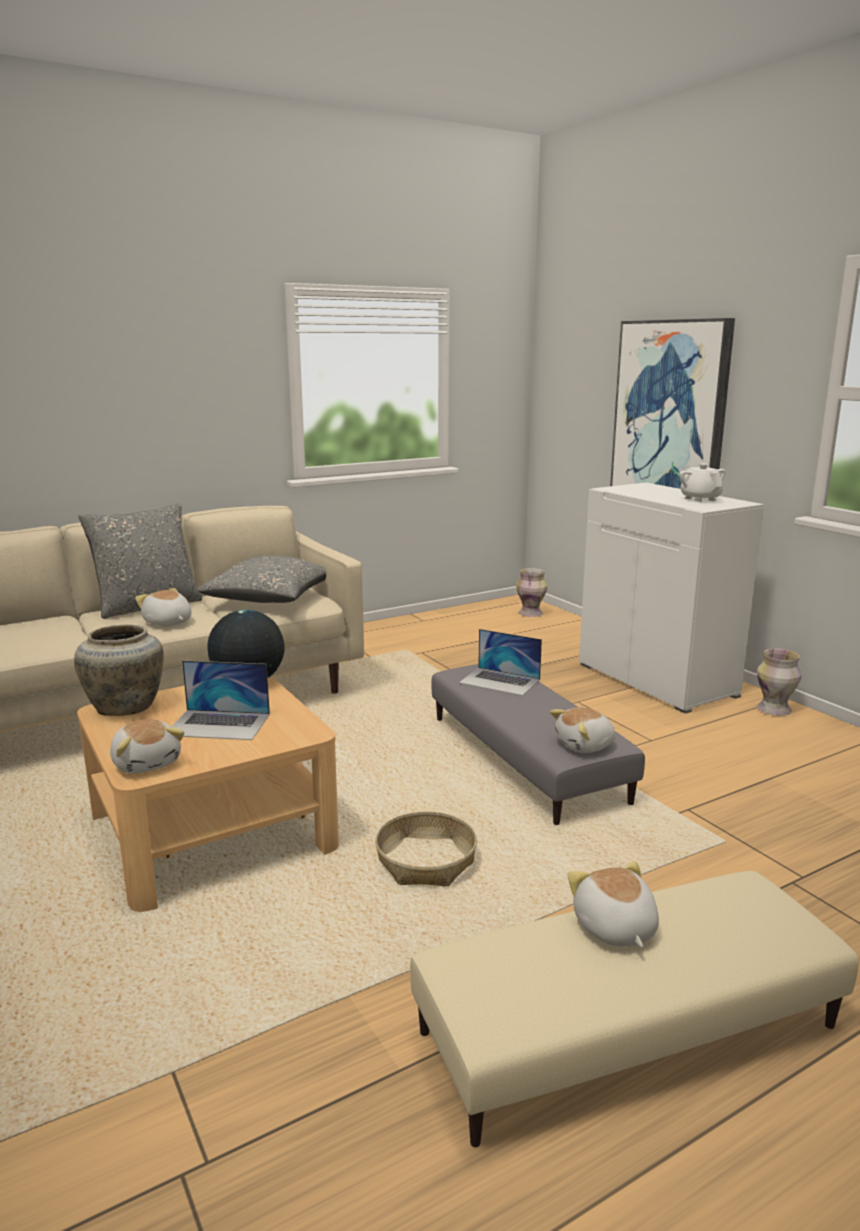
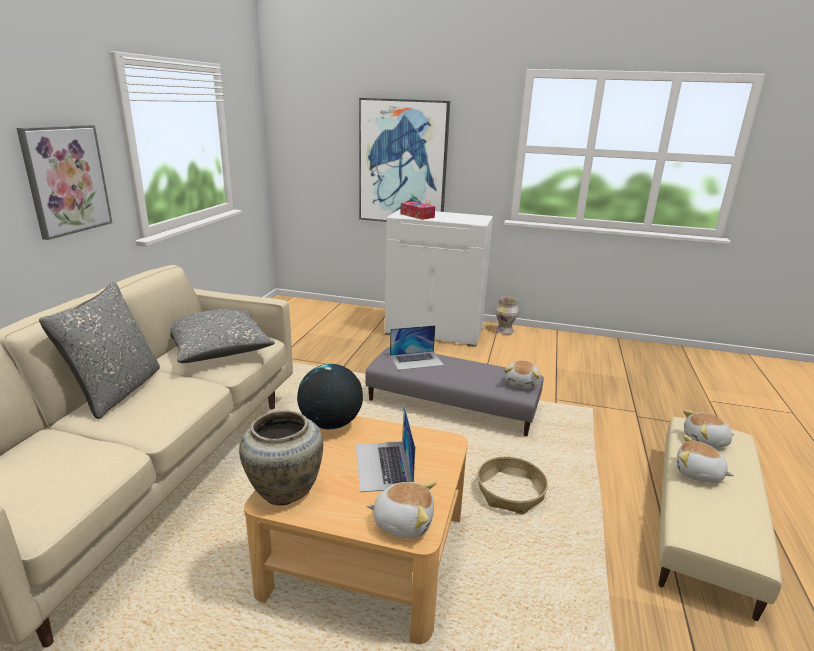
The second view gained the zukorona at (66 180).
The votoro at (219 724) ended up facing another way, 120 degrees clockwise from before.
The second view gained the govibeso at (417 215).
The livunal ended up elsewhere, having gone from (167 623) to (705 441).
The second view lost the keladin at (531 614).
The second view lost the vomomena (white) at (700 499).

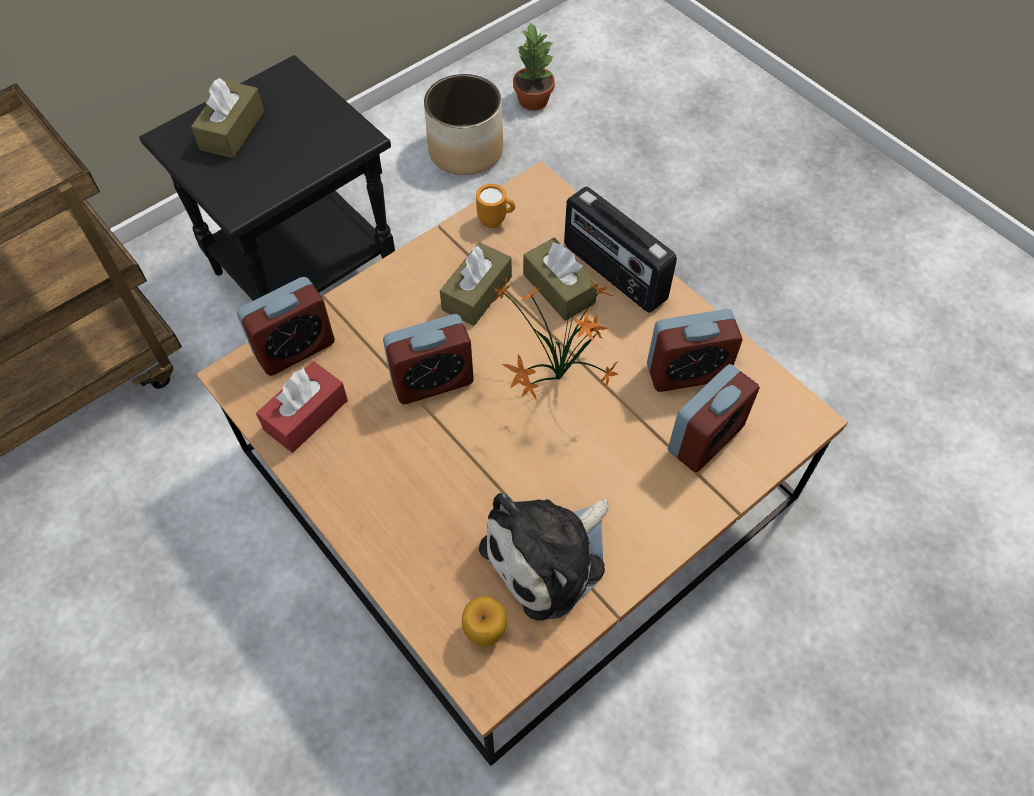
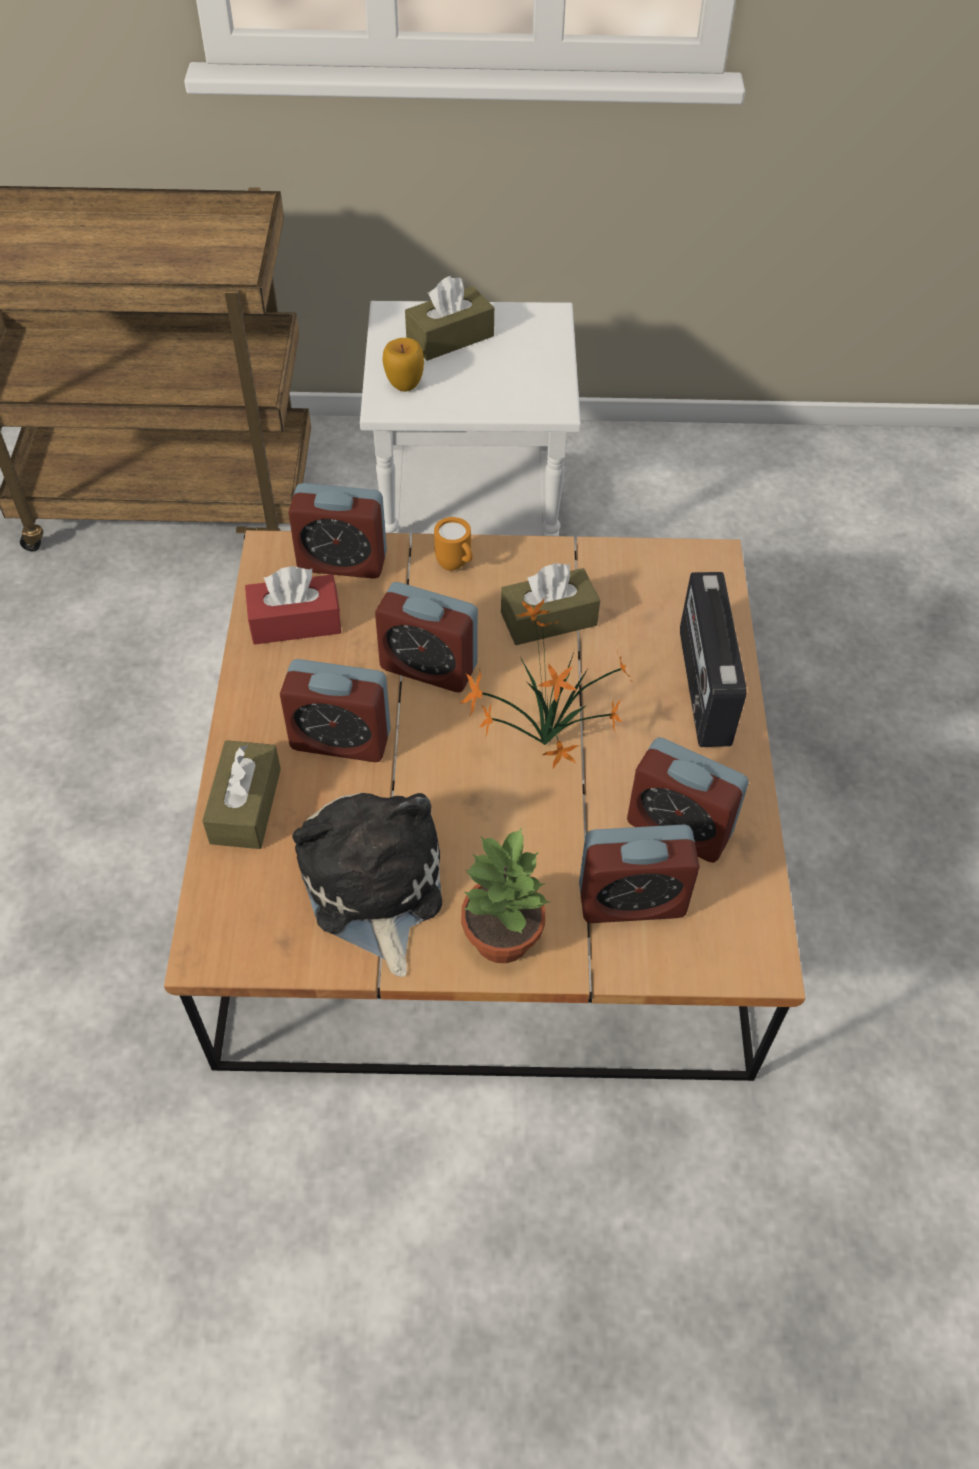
The govibeso (brown) ended up elsewhere, having gone from (559 288) to (245 806).
The second view gained the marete at (340 740).
The livunal at (549 556) ended up facing another way, 75 degrees clockwise from before.
What was the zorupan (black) at (304 271) turned into the zorupan (white) at (473 532).
The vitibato ended up elsewhere, having gone from (485 631) to (404 384).
The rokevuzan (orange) ended up elsewhere, having gone from (496 221) to (456 566).
The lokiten ended up elsewhere, having gone from (532 100) to (502 935).
The second view lost the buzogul at (464 151).

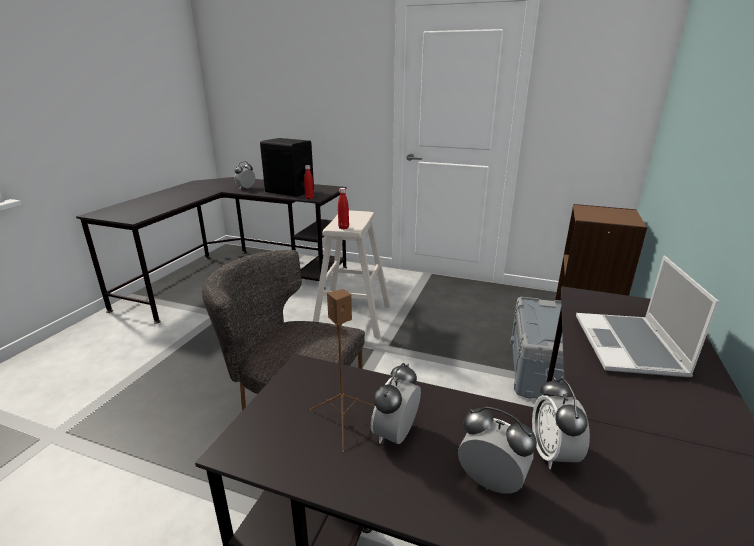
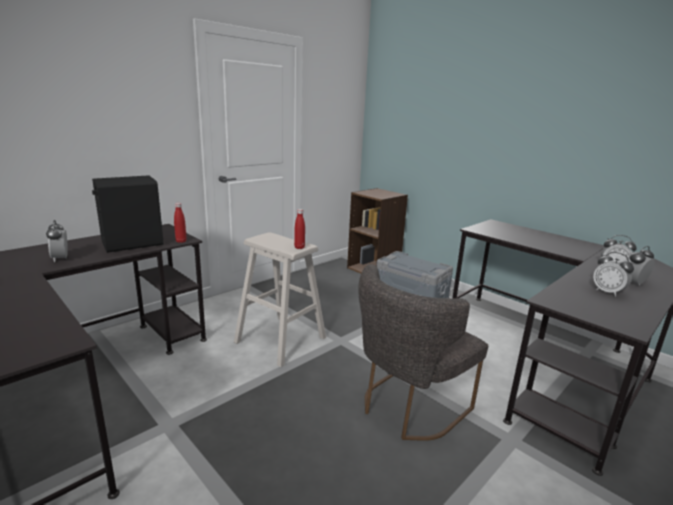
The second view lost the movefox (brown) at (343 422).
The second view lost the votoro at (630 347).

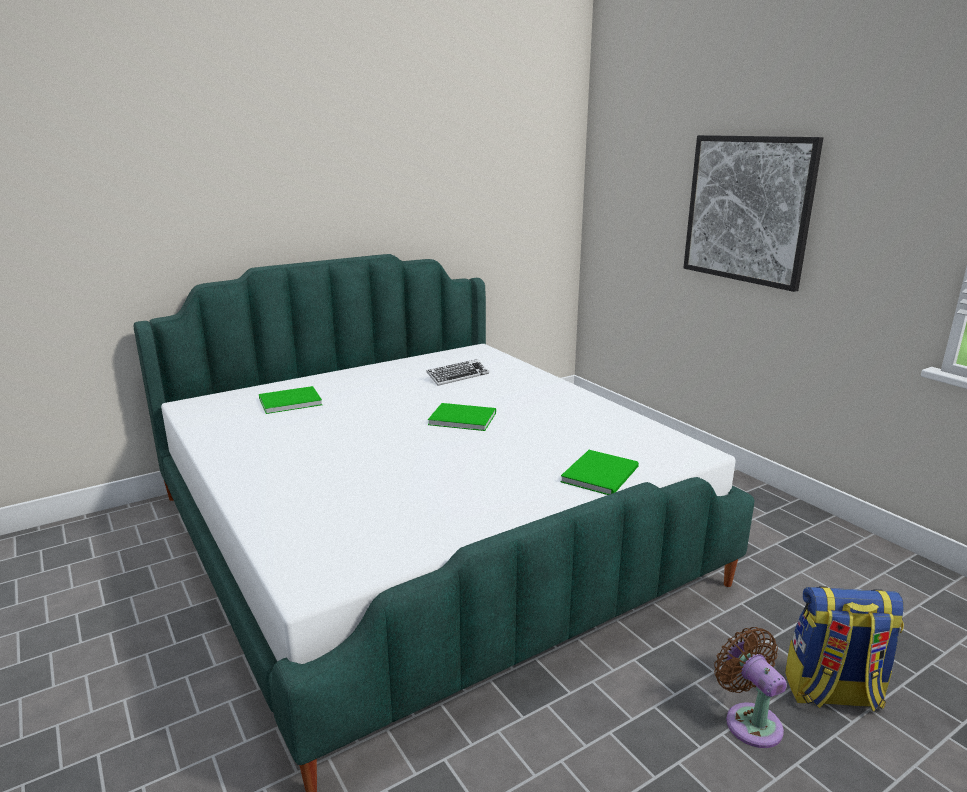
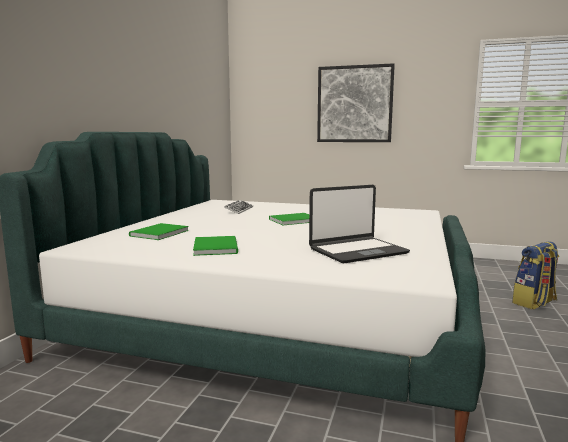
The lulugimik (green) ended up elsewhere, having gone from (602 474) to (217 247).
The second view gained the votoro at (357 251).
The second view lost the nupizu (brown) at (749 720).

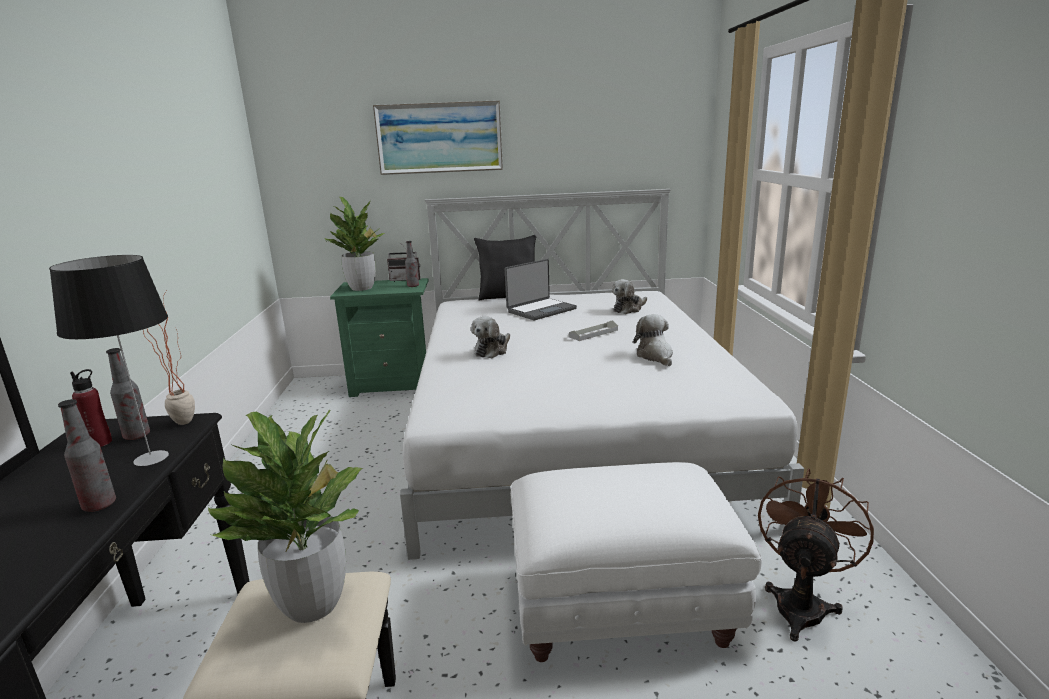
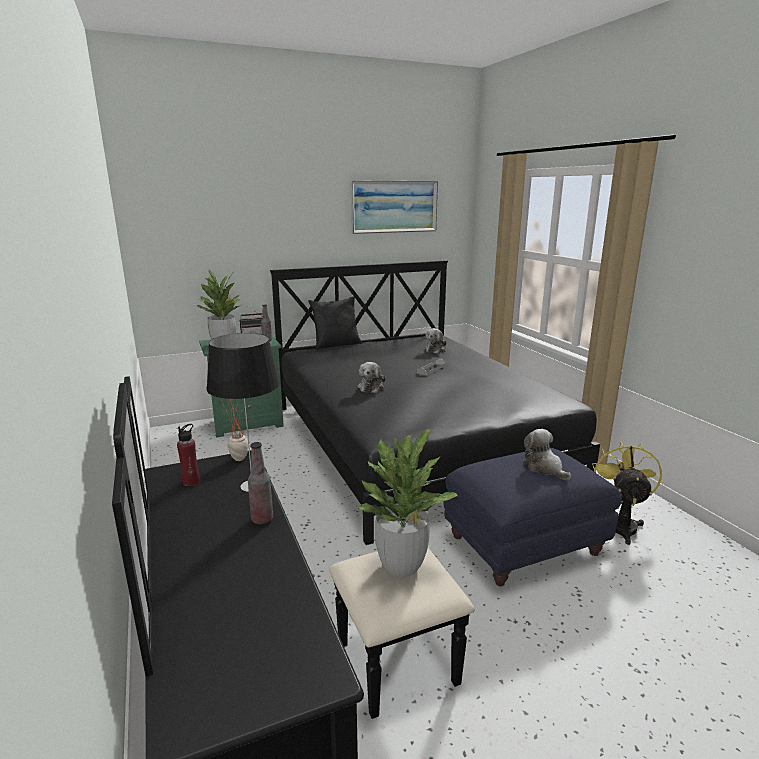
What was the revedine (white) at (570 430) turned into the revedine (black) at (413 442).
The zukorona ended up elsewhere, having gone from (439 138) to (394 206).
What was the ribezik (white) at (623 605) turned into the ribezik (blue) at (525 545).
The livunal ended up elsewhere, having gone from (655 356) to (544 468).
What was the nupizu (brown) at (801 603) turned into the nupizu (yellow) at (620 524).
The second view lost the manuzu at (137 436).
The second view lost the votoro at (540 310).

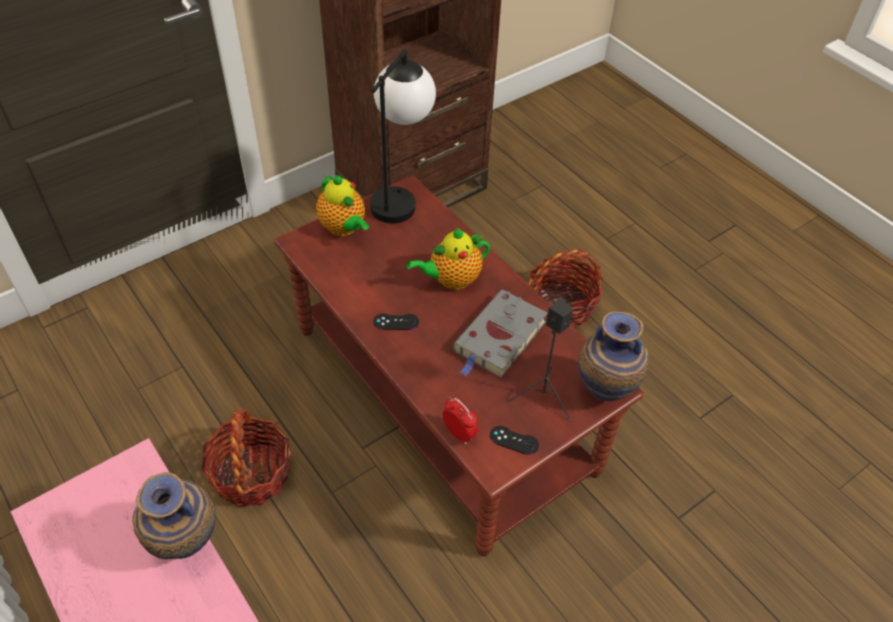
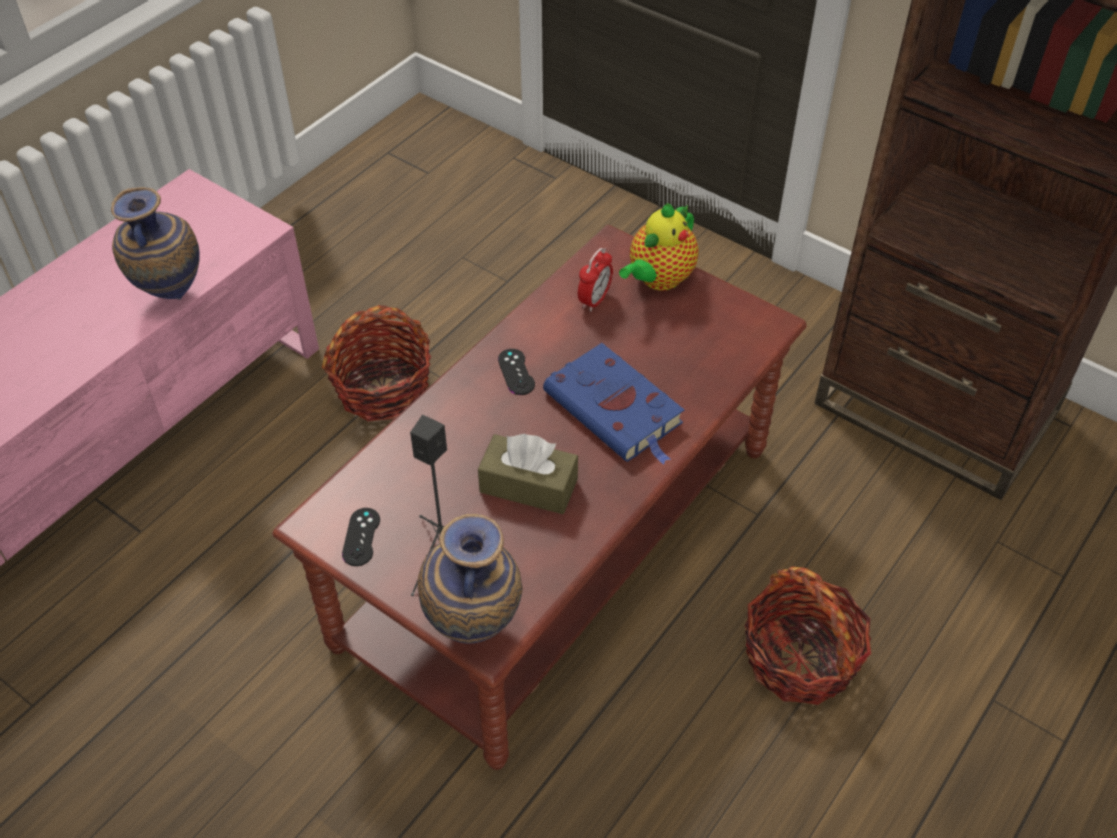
Where the lulugimik (grey) stood at (499 339), the govibeso (brown) came to stand at (528 485).
Where the vomomena stood at (451 280), the lulugimik (blue) came to stand at (616 410).
The marete ended up elsewhere, having gone from (459 433) to (594 300).
The second view lost the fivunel at (400 195).

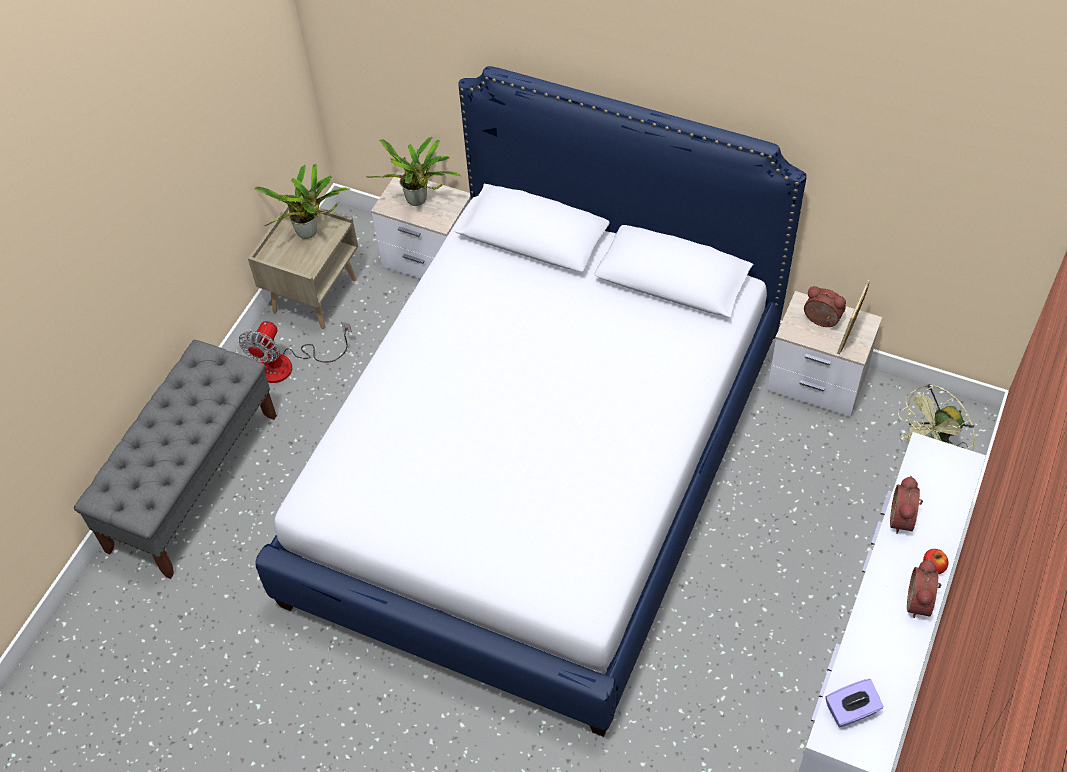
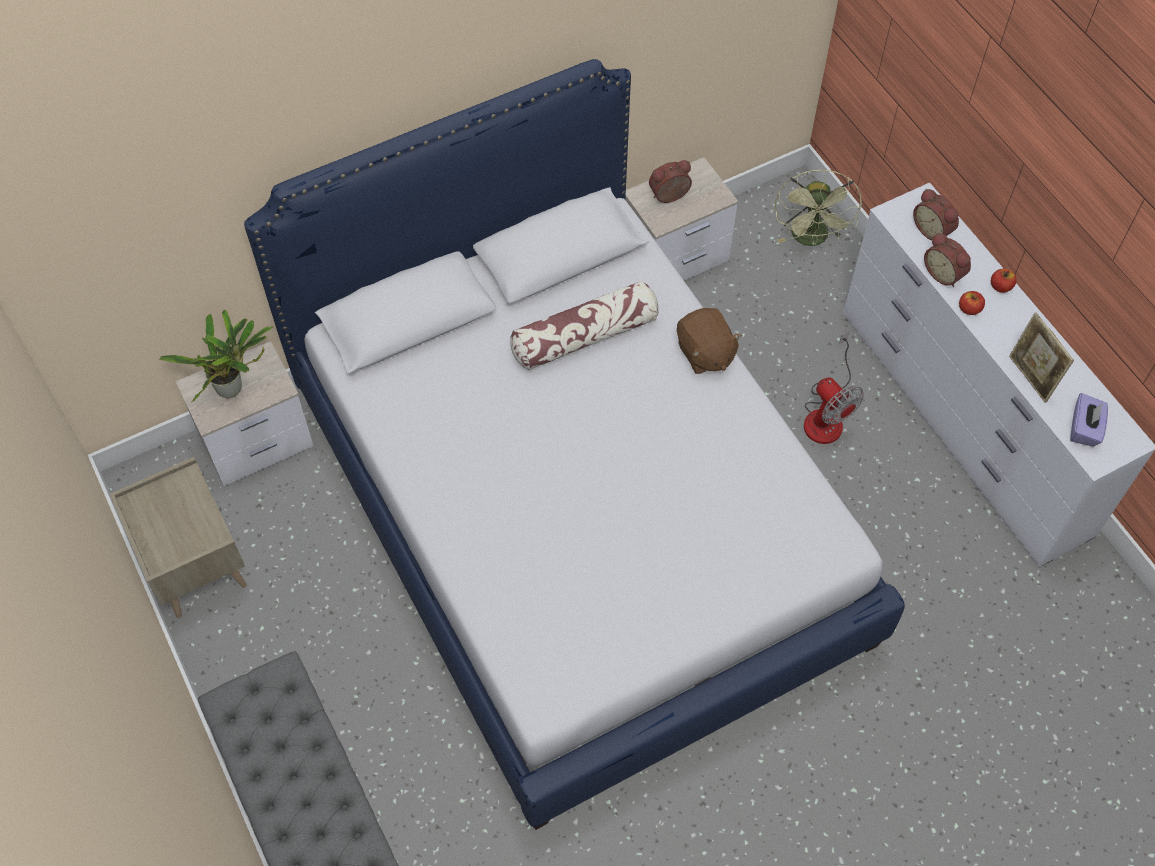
The second view gained the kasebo at (585 336).
The second view gained the livunal (brown) at (705 353).
The nupizu ended up elsewhere, having gone from (288 365) to (826 414).
The marete ended up elsewhere, having gone from (921 602) to (933 229).
The second view gained the vitibato at (969 309).
The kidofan ended up elsewhere, having gone from (848 336) to (1030 378).
The second view lost the lokiten at (310 233).

